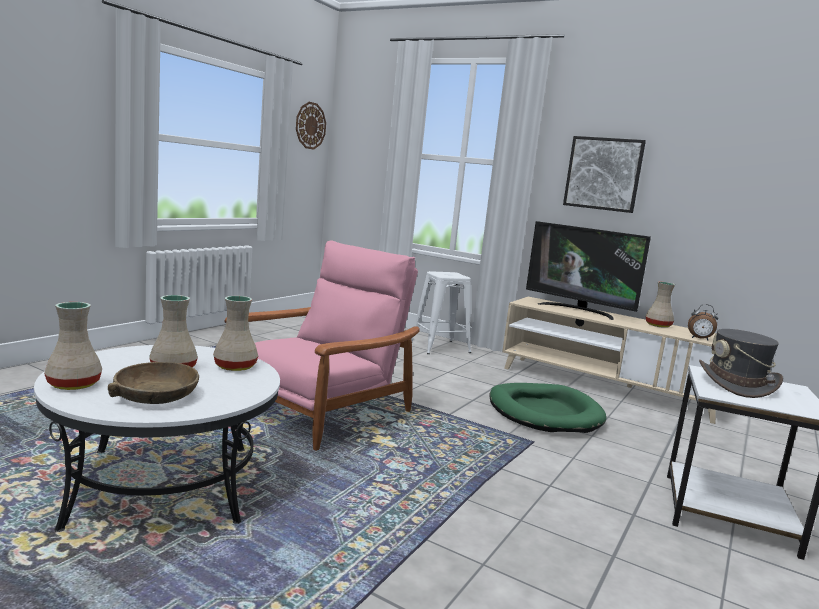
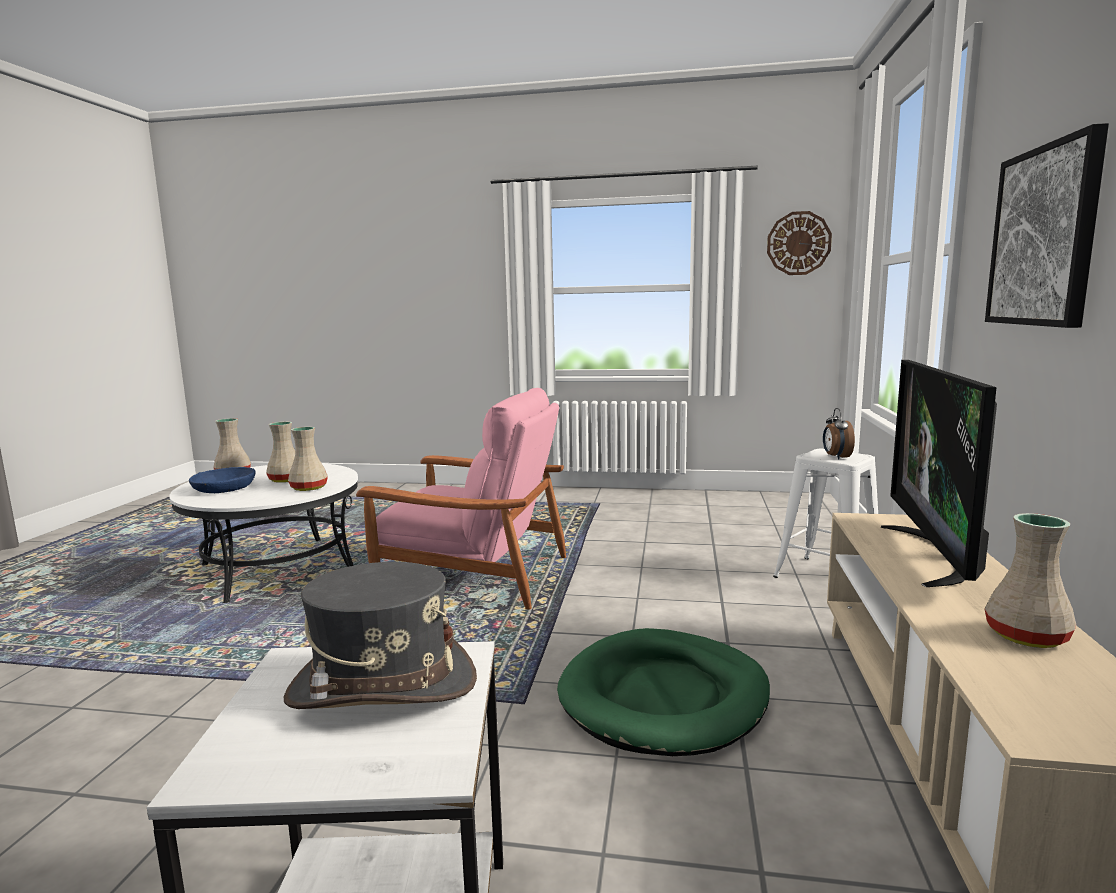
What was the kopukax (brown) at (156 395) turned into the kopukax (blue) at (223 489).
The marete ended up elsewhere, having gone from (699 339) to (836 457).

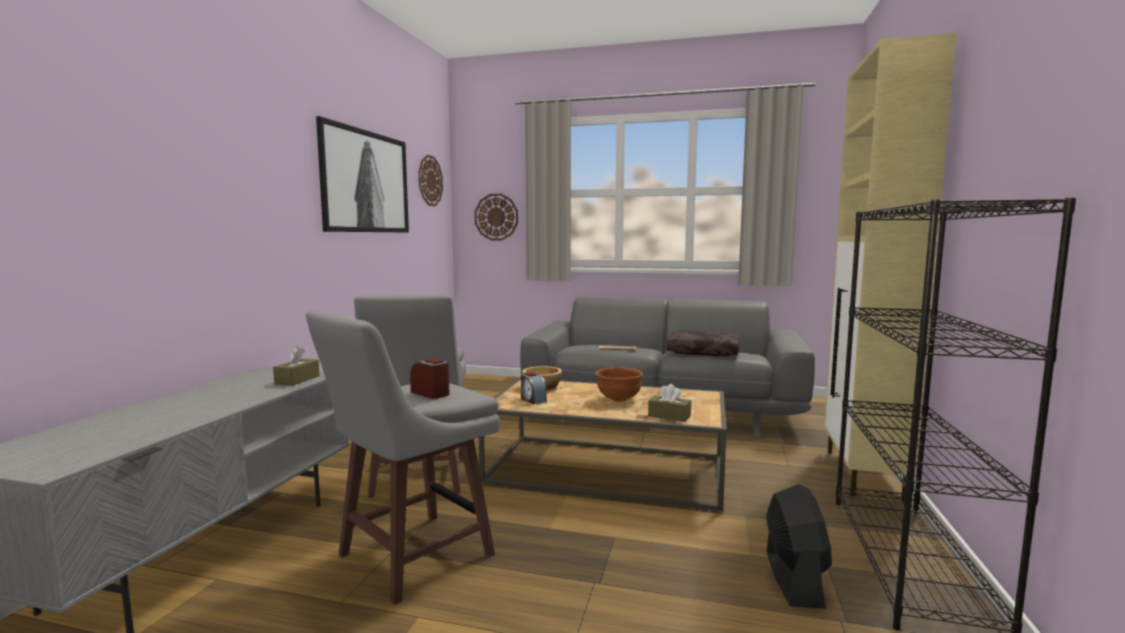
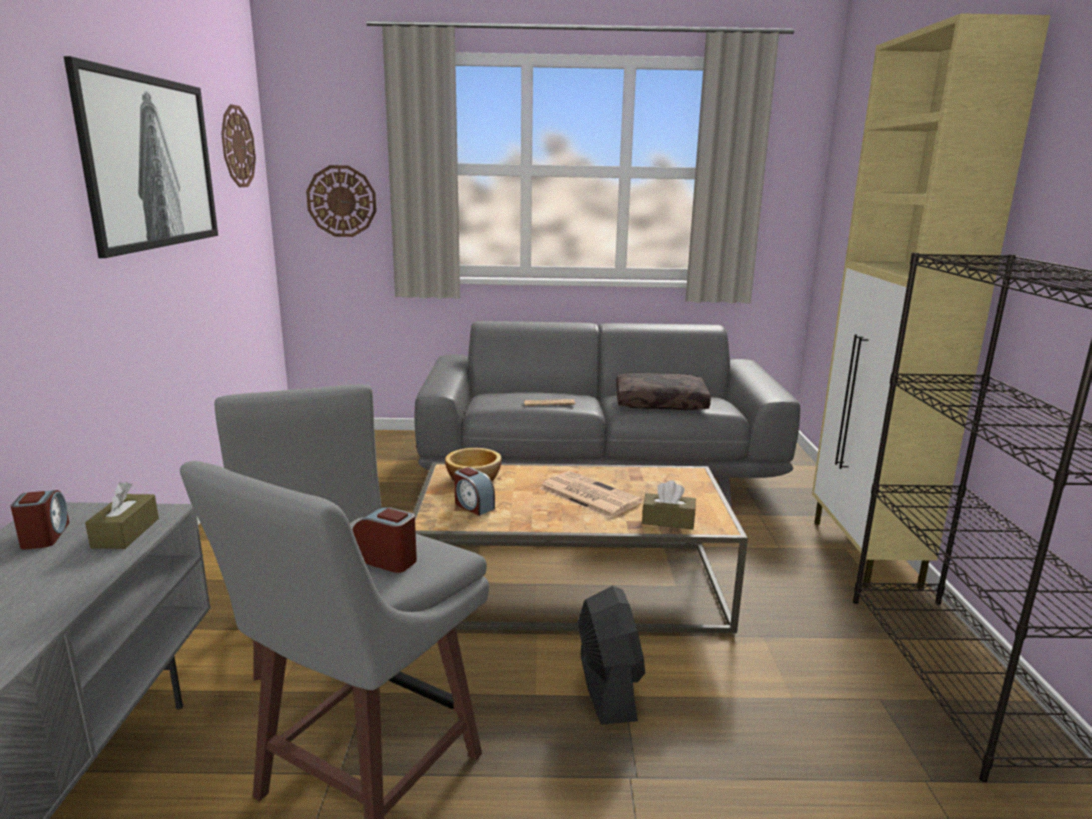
The second view gained the marete at (45 536).
Where the kopukax (brown) stood at (618 399), the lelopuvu came to stand at (587 495).
The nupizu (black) ended up elsewhere, having gone from (793 578) to (607 686).

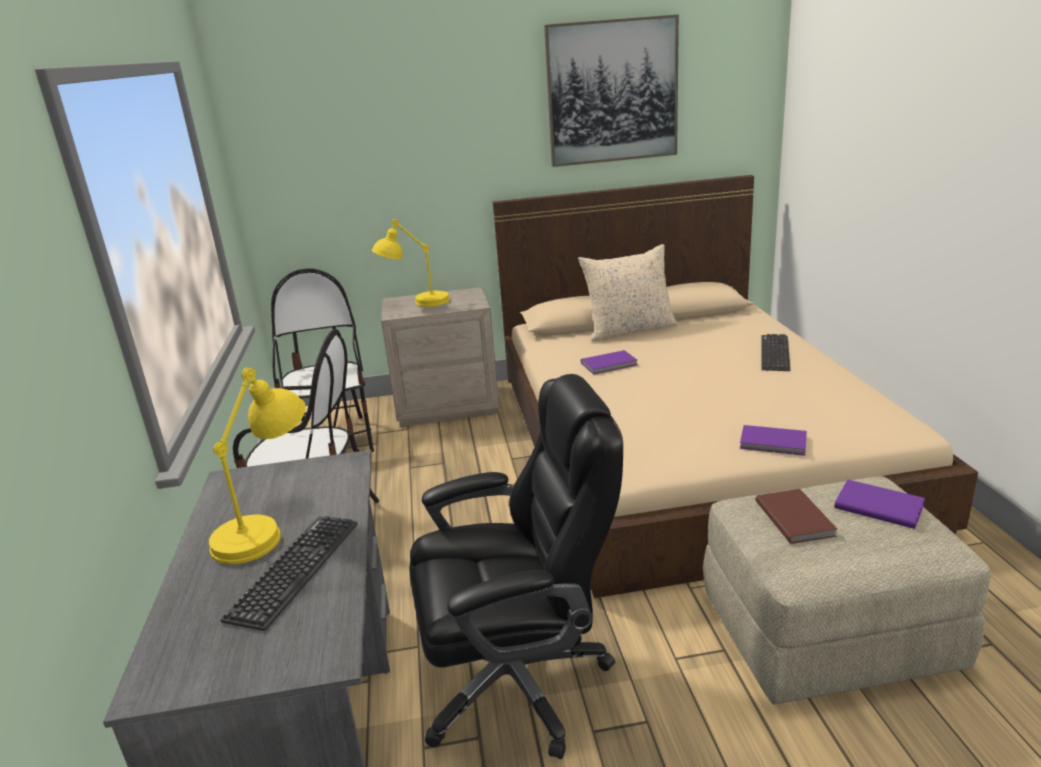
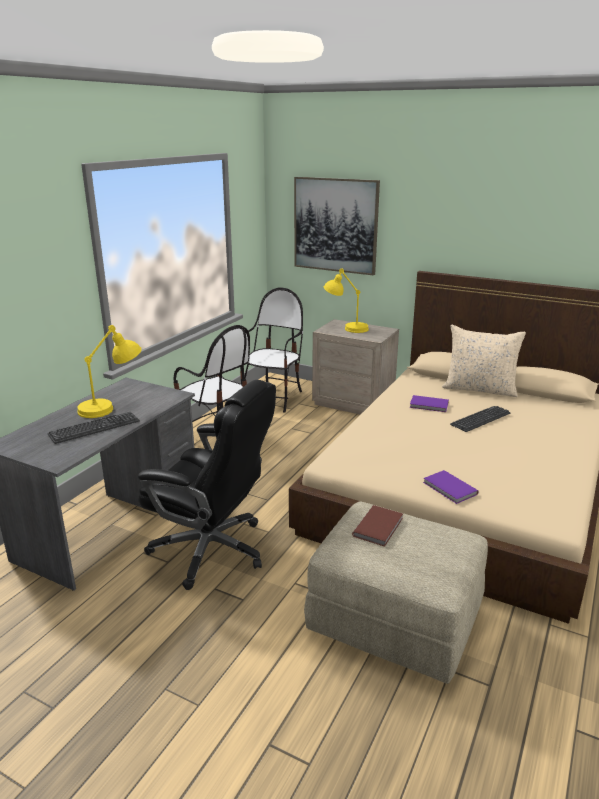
The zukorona ended up elsewhere, having gone from (612 92) to (335 225).
The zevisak ended up elsewhere, having gone from (775 353) to (480 419).
The second view lost the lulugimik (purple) at (878 505).

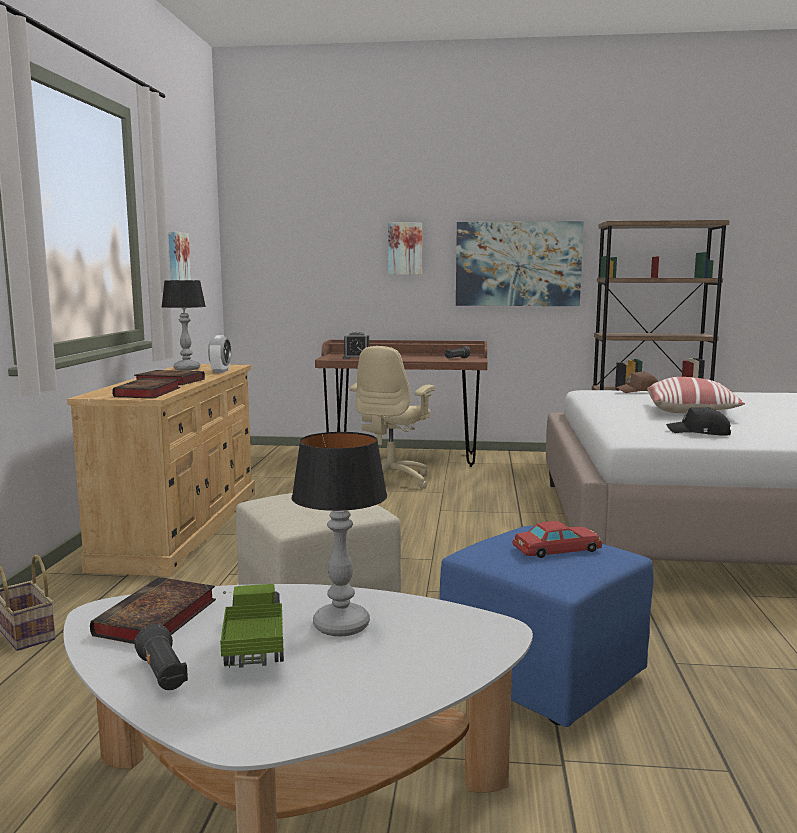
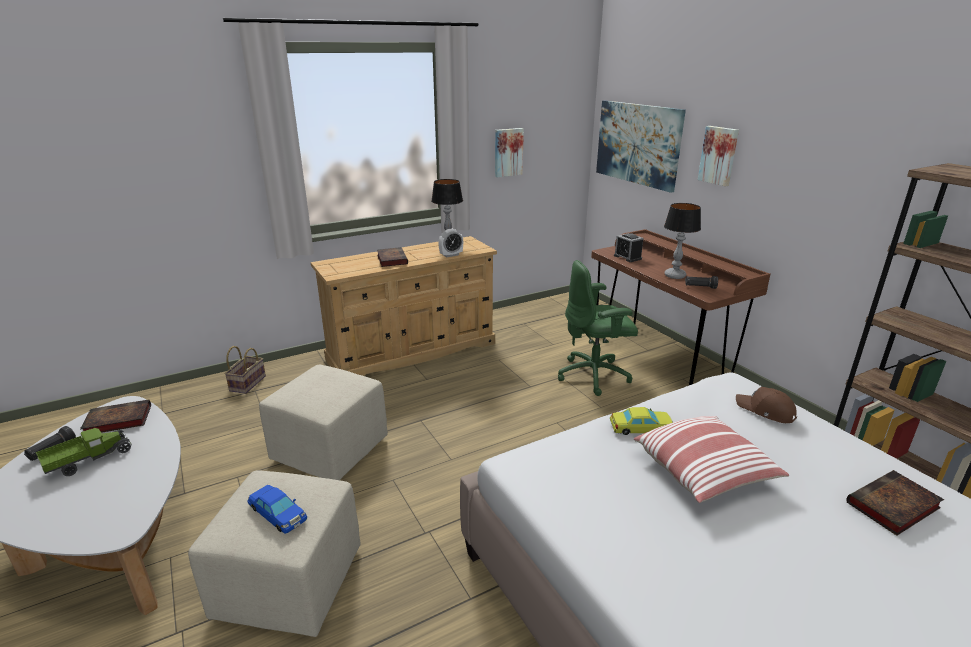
What was the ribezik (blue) at (539 676) turned into the ribezik (beige) at (289 582).
What was the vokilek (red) at (557 549) turned into the vokilek (blue) at (278 513).
What was the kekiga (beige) at (391 481) turned into the kekiga (green) at (594 376).
The zukorona ended up elsewhere, having gone from (518 264) to (638 144).
The second view gained the vokilek (yellow) at (641 427).
The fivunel ended up elsewhere, having gone from (341 626) to (674 276).
The lulugimik ended up elsewhere, having gone from (147 393) to (892 507).
The second view lost the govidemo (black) at (699 433).

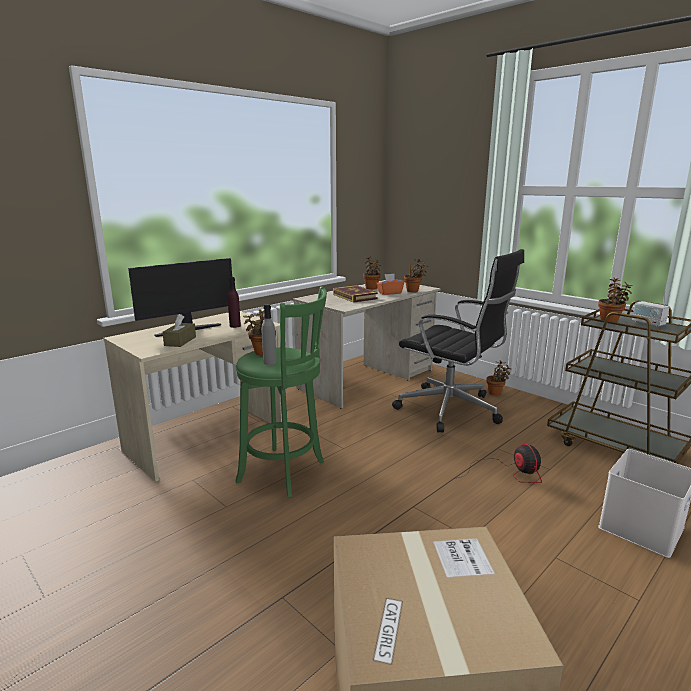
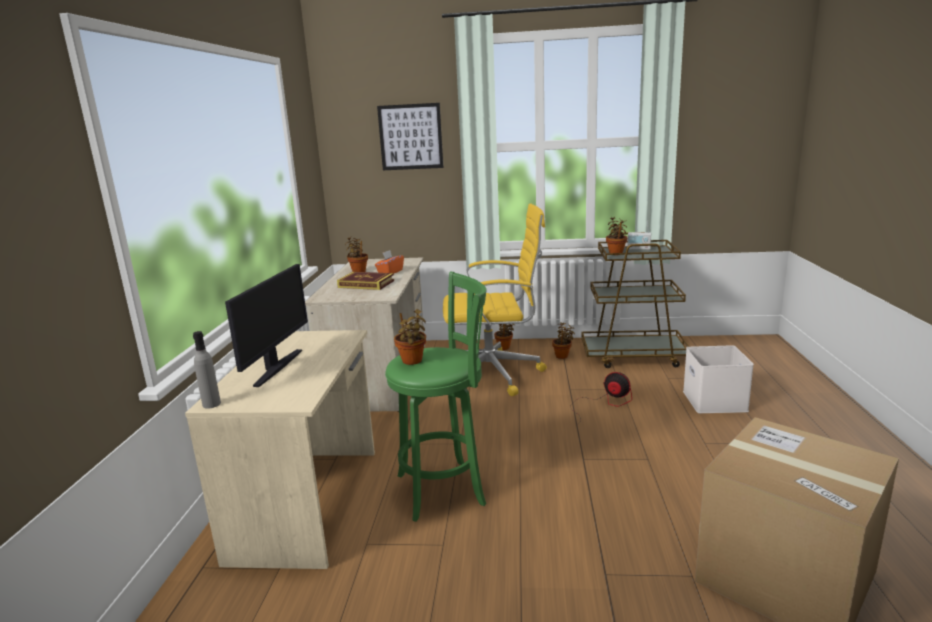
The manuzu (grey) ended up elsewhere, having gone from (269 362) to (211 404).
The second view gained the zukorona at (410 137).
What was the kekiga (black) at (451 410) turned into the kekiga (yellow) at (494 374).
The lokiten ended up elsewhere, having gone from (414 291) to (562 356).
The second view lost the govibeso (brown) at (180 341).
The second view lost the manuzu (purple) at (235 326).

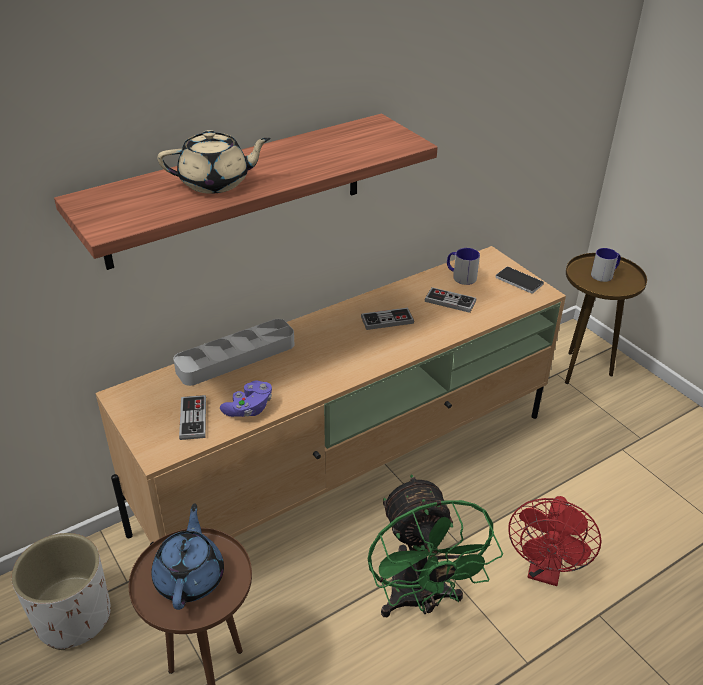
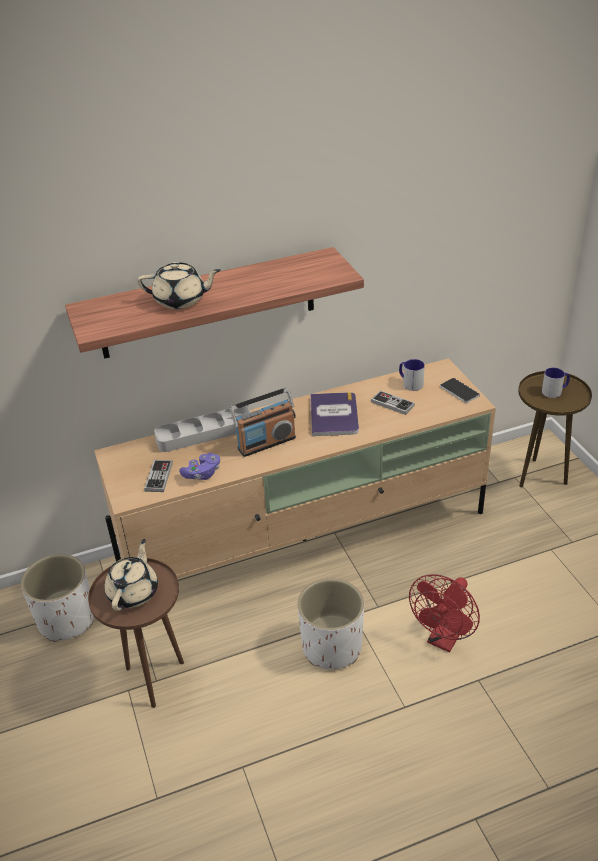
What was the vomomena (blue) at (190 577) turned into the vomomena (beige) at (134 592).
The second view gained the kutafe at (266 443).
Where the nupizu (green) stood at (420 600), the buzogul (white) came to stand at (332 647).
Where the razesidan stood at (387 320), the lulugimik came to stand at (334 415).

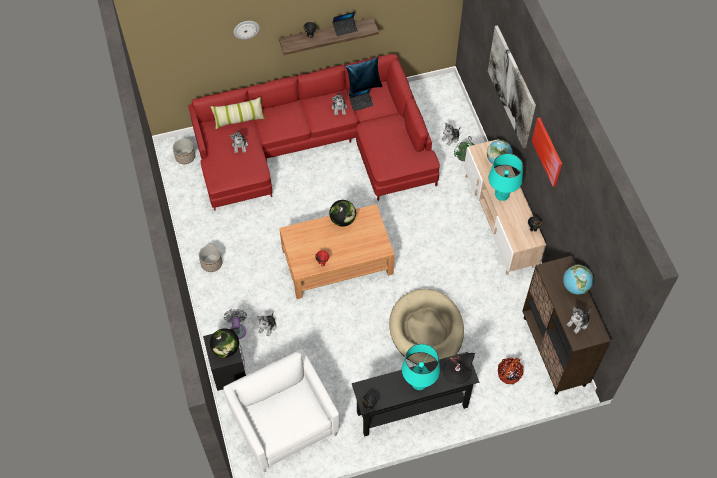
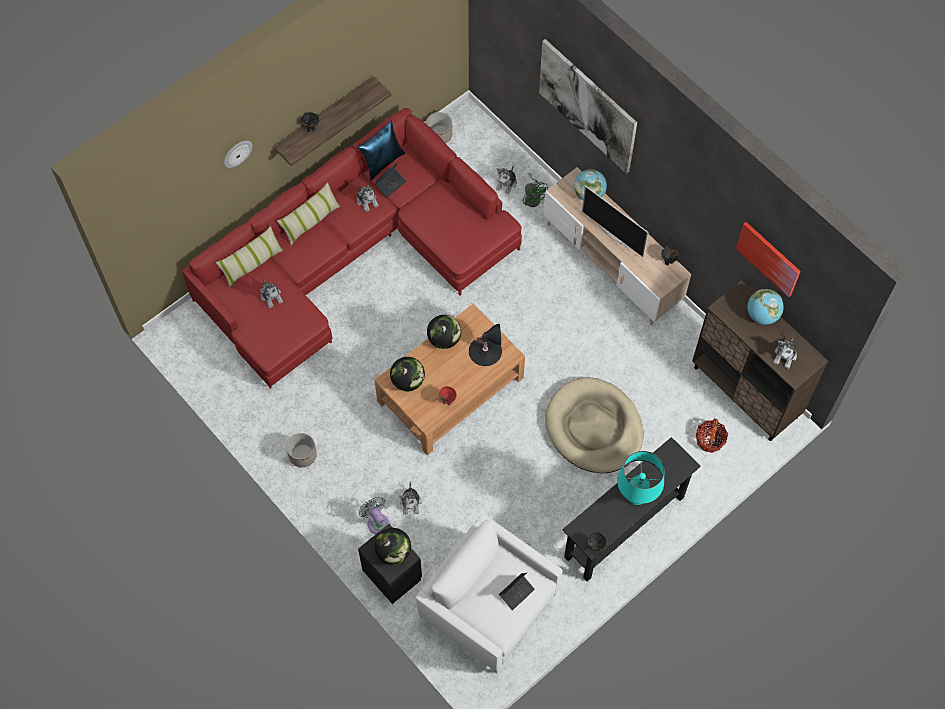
The second view gained the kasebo at (311 221).
The second view gained the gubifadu at (408 381).
The buzogul ended up elsewhere, having gone from (185 157) to (439 134).
The fivunel (black) ended up elsewhere, having gone from (457 370) to (485 350).
The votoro ended up elsewhere, having gone from (345 28) to (516 592).
Where the fivunel (turquoise) stood at (501 195), the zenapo came to stand at (614 235).
The zukorona ended up elsewhere, having gone from (547 151) to (768 258).

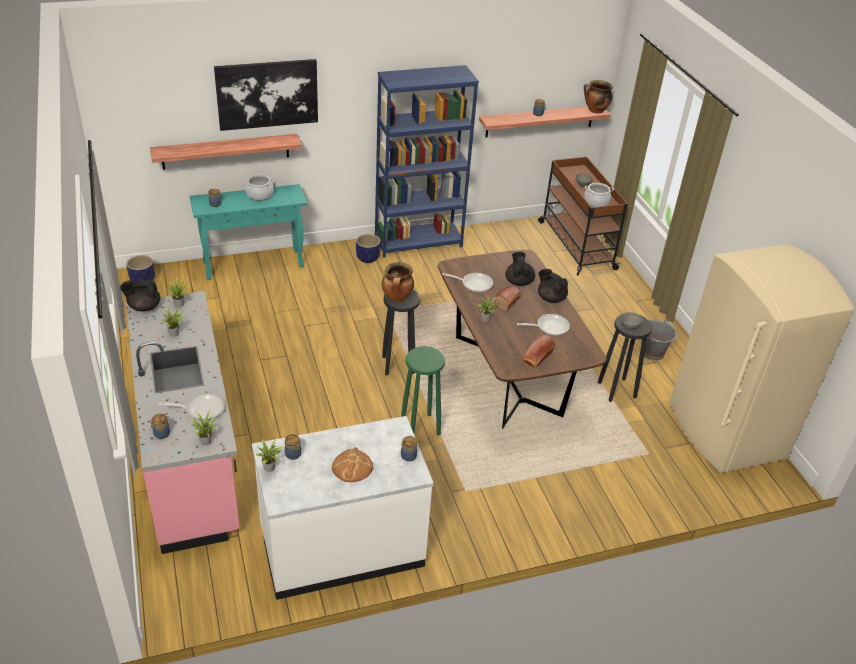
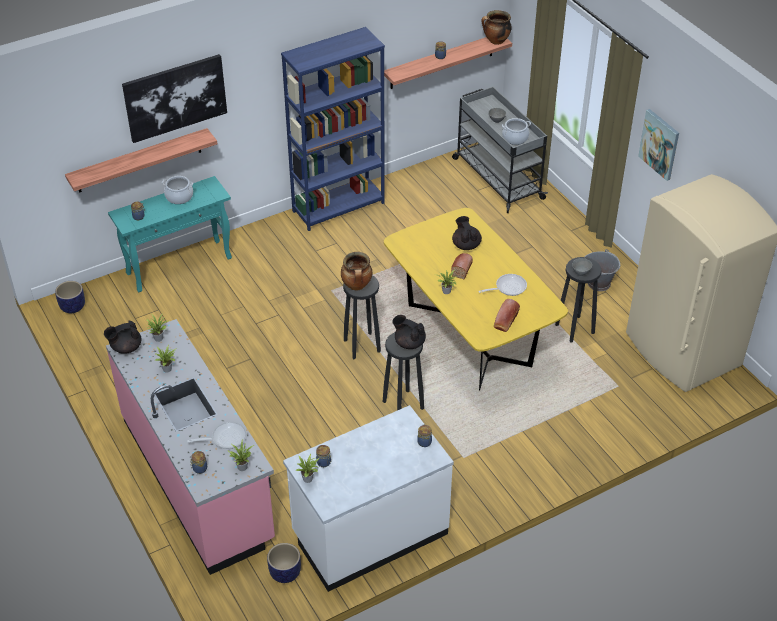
The buzogul ended up elsewhere, having gone from (367 258) to (284 573).
What was the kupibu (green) at (420 426) turned into the kupibu (black) at (403 404).
What was the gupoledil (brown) at (506 376) turned into the gupoledil (yellow) at (468 336).
The vomomena (black) ended up elsewhere, having gone from (551 298) to (409 342).
What was the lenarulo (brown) at (576 244) turned into the lenarulo (grey) at (497 178).
The second view gained the zukorona at (659 144).
The second view lost the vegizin at (352 467).
The second view lost the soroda at (474 284).

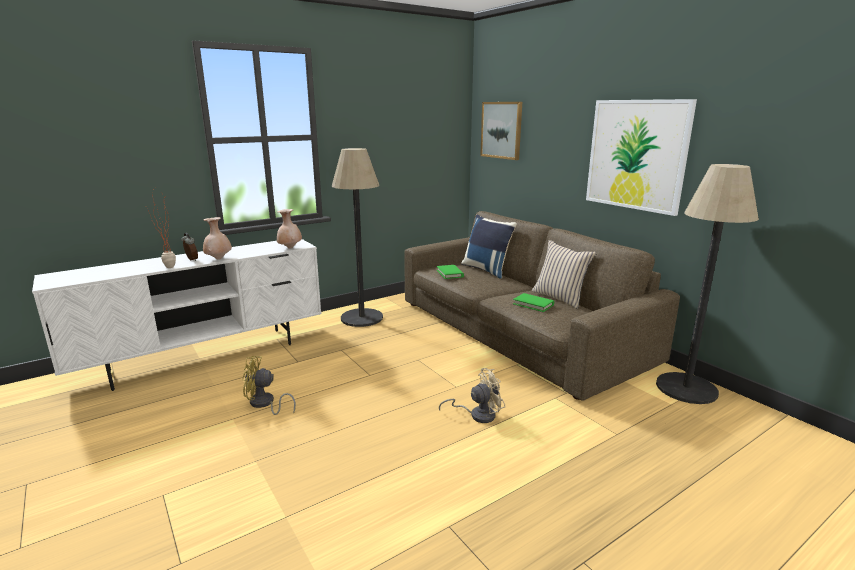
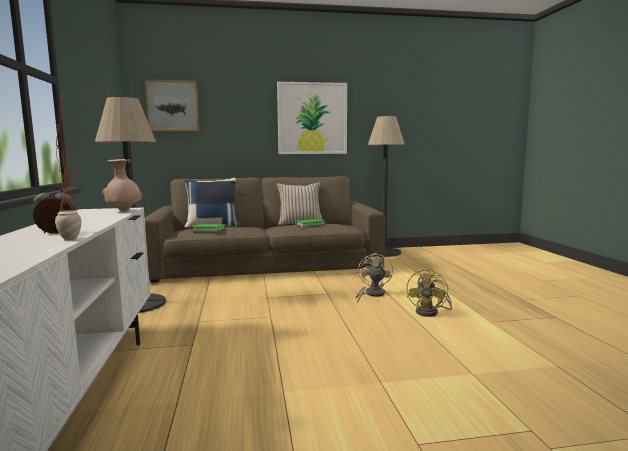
The nupizu (yellow) ended up elsewhere, having gone from (264 404) to (431 312).
The second view lost the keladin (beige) at (218 259).

